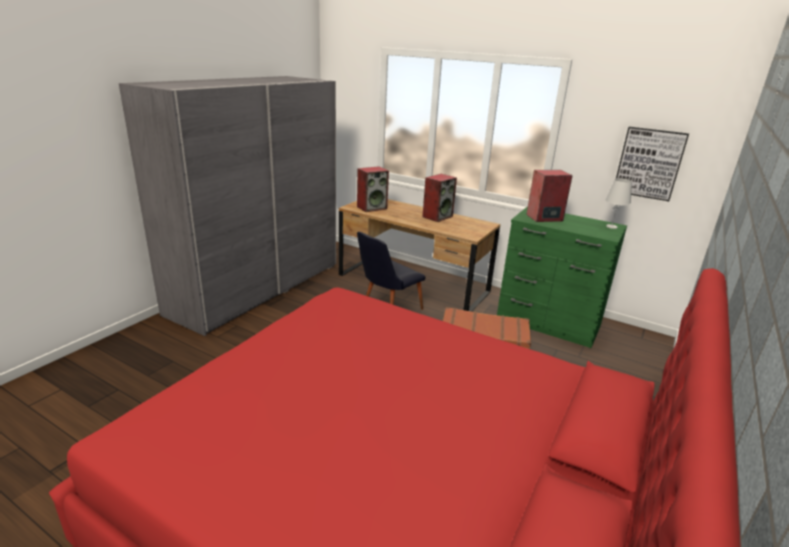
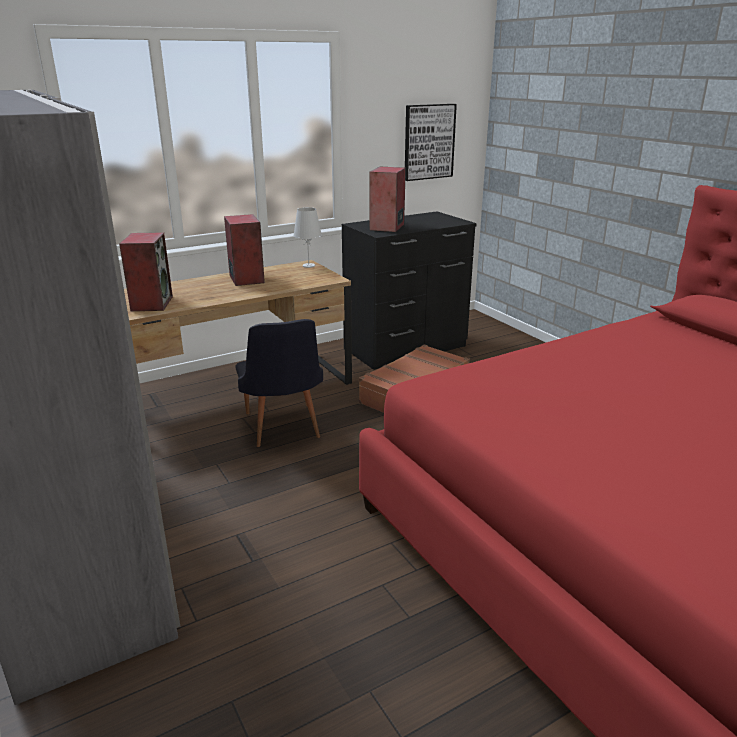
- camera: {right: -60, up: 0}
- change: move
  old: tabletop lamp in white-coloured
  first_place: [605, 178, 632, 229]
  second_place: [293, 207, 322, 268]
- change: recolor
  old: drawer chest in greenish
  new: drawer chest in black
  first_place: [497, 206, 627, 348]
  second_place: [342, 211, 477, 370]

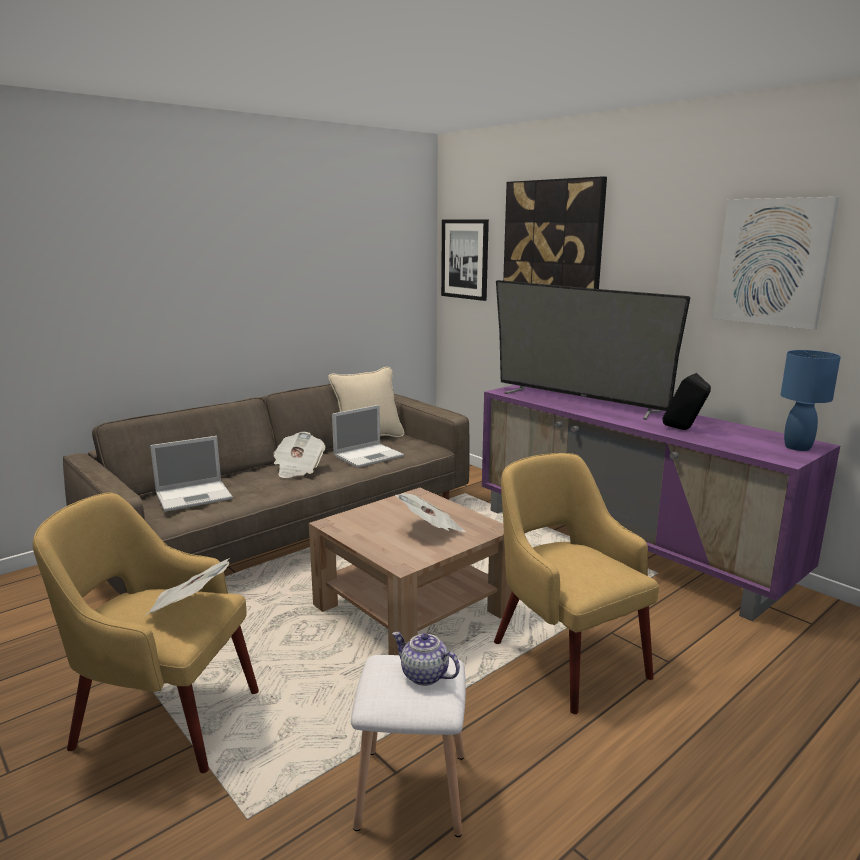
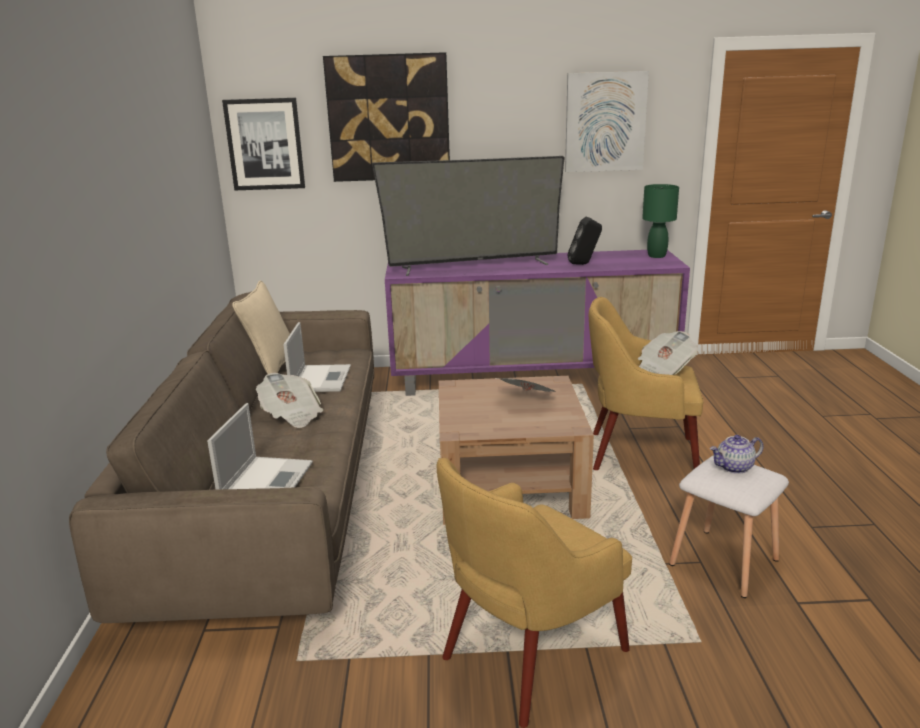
- camera: {right: -50, up: 5}
- change: move
  old: printed paper
  first_place: [145, 558, 230, 615]
  second_place: [638, 331, 698, 375]
- change: recolor
  old: tabletop lamp in bluish
  new: tabletop lamp in greenish
  first_place: [781, 350, 841, 451]
  second_place: [642, 184, 679, 258]

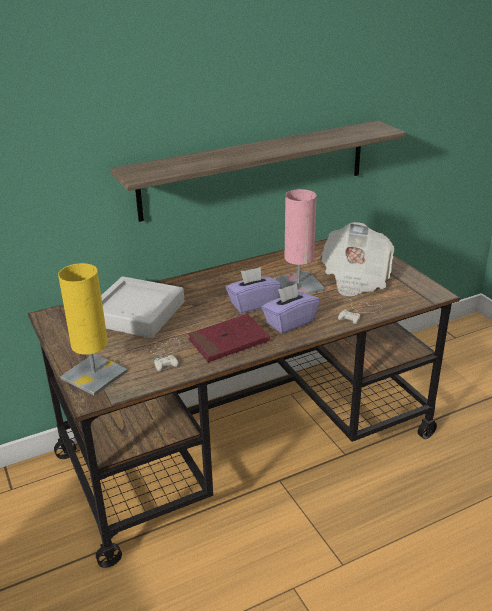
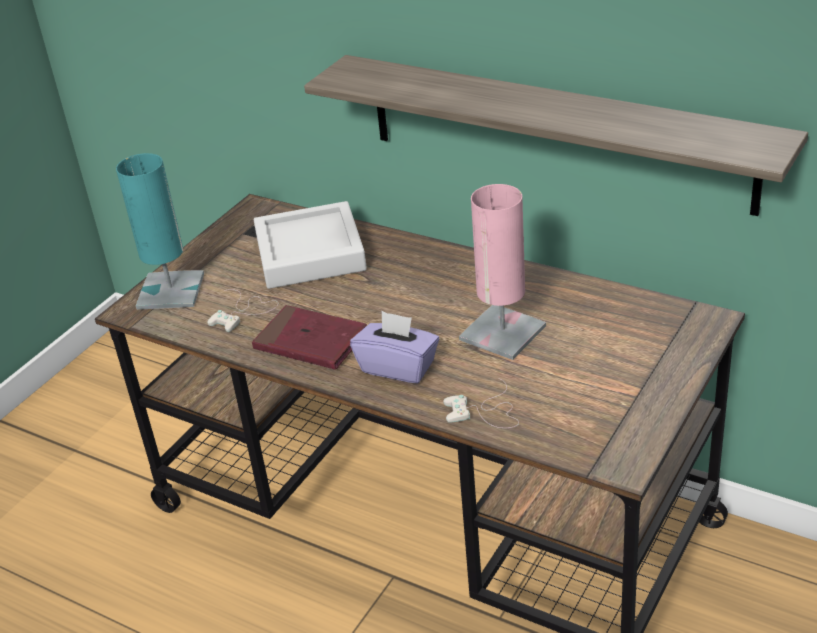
- camera: {right: 60, up: 5}
- change: delete
  old: tissue box in purple
  first_place: [226, 267, 281, 313]
- change: delete
  old: printed paper
  first_place: [320, 222, 395, 296]
- change: recolor
  old: tabletop lamp in yellow-coloured
  new: tabletop lamp in turquoise-coloured
  first_place: [58, 263, 128, 396]
  second_place: [116, 153, 204, 310]

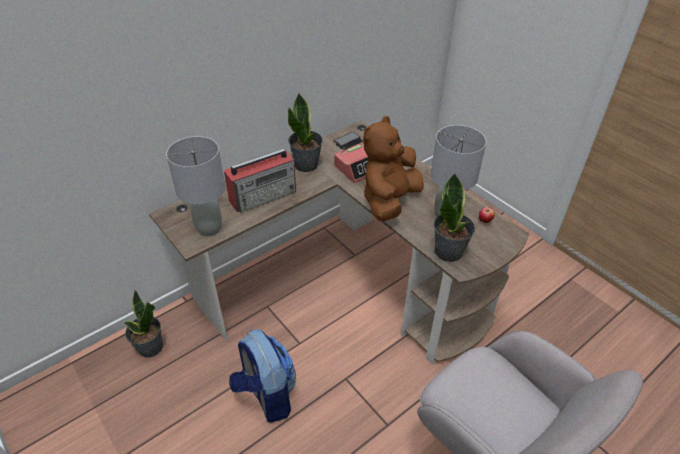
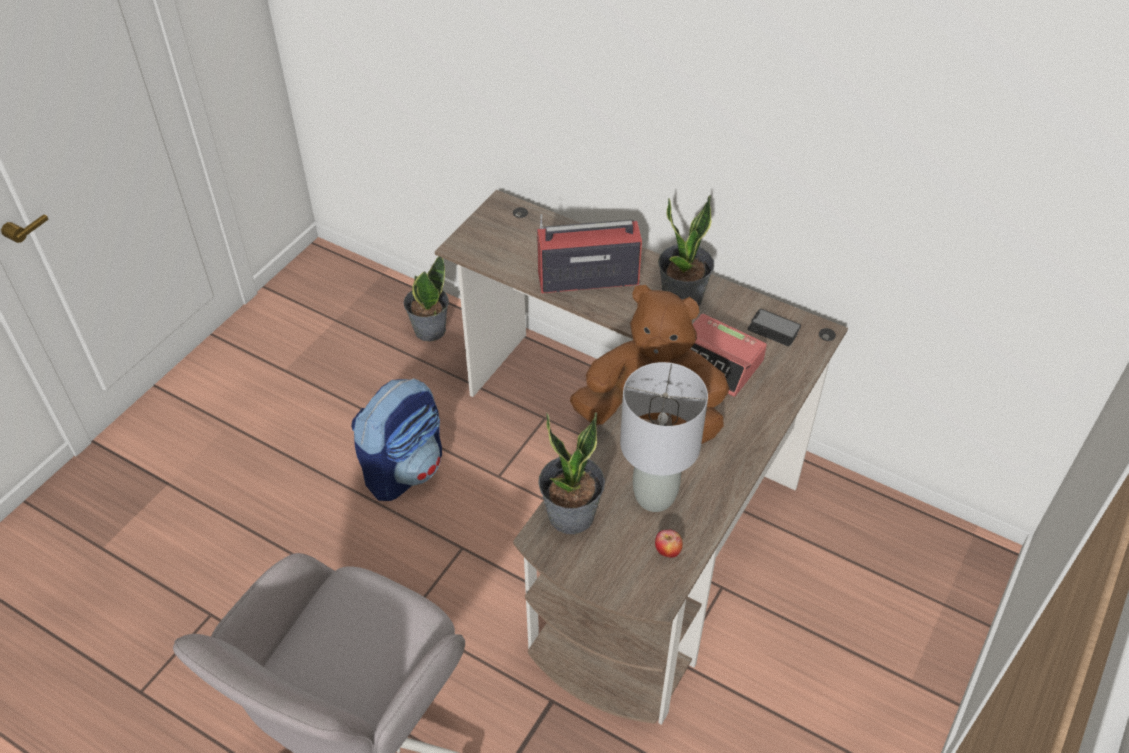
- camera: {right: 70, up: 5}
- change: delete
  old: tabletop lamp in grey
  first_place: [166, 136, 225, 236]
- change: rotate
  old: radio set
  first_place: [224, 149, 296, 213]
  second_place: [537, 214, 642, 293]
  degrees: 135

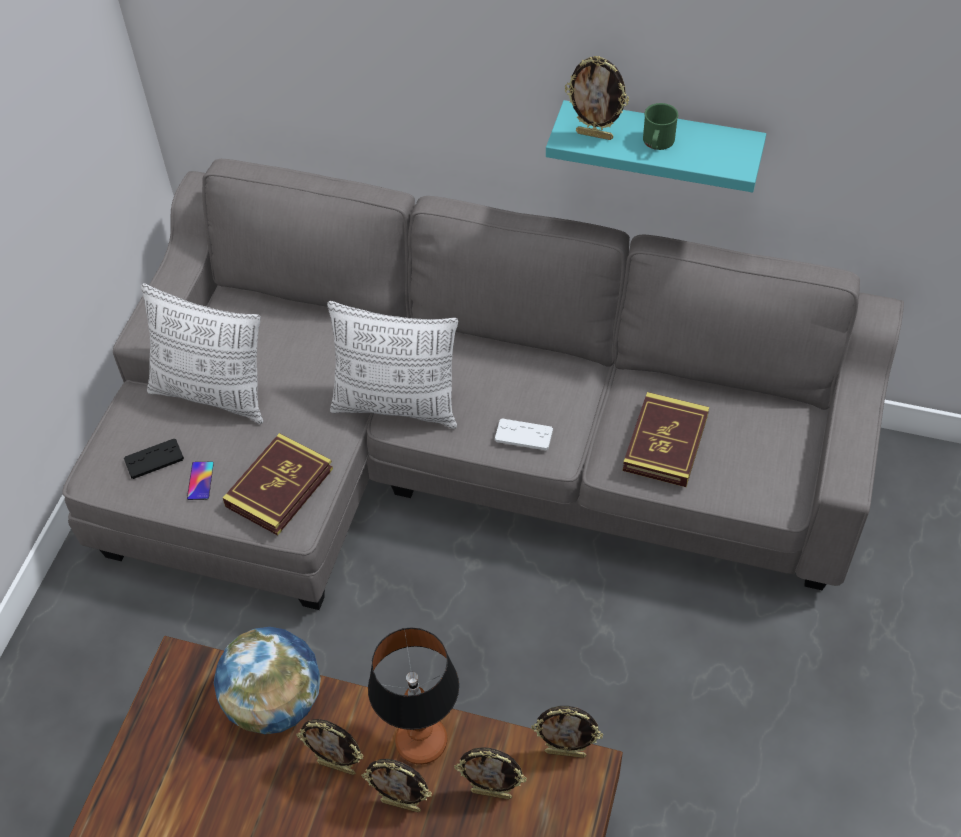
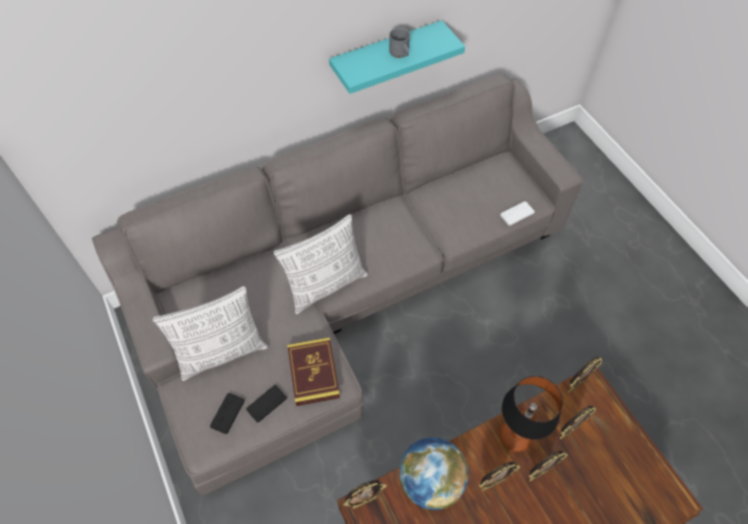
- camera: {right: -45, up: 5}
- change: delete
  old: volume
  first_place: [623, 392, 709, 487]
- change: move
  old: game controller in white-coloured
  first_place: [495, 419, 553, 451]
  second_place: [500, 201, 535, 225]
- change: move
  old: picture frame
  first_place: [565, 56, 629, 140]
  second_place: [343, 480, 386, 509]
- change: replace
  old: handset
  new: game controller in black
  first_place: [187, 462, 214, 500]
  second_place: [246, 385, 287, 423]
- change: recolor
  old: coffee mug in greenish
  new: coffee mug in grey
  first_place: [643, 103, 678, 150]
  second_place: [389, 28, 410, 58]

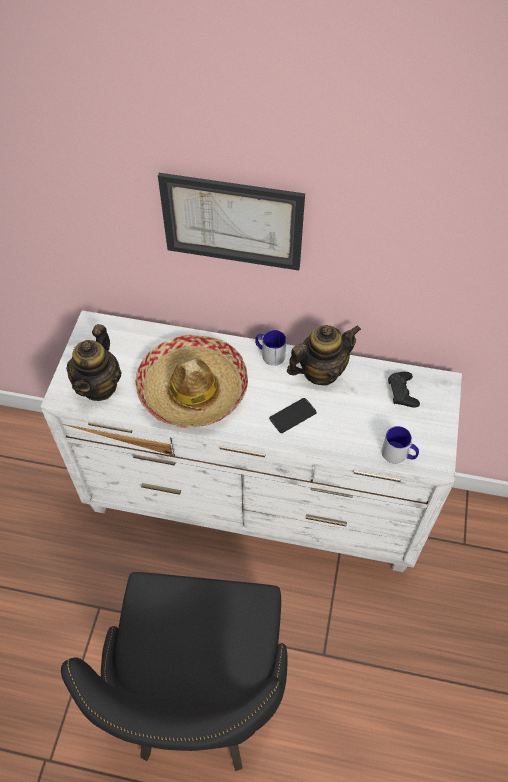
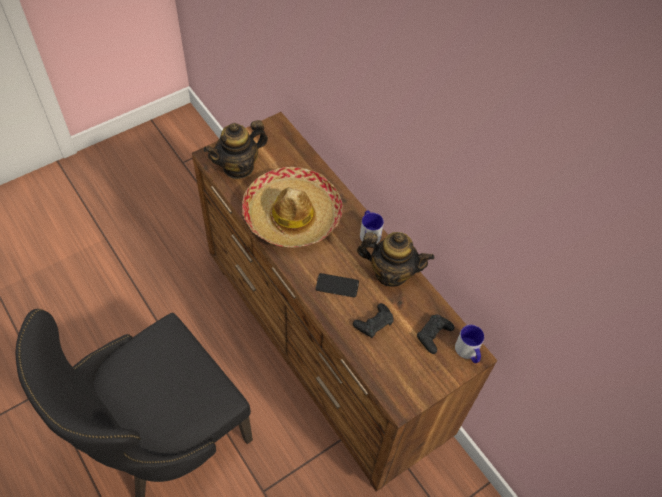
- camera: {right: 40, up: 0}
- change: delete
  old: wall art
  first_place: [158, 173, 305, 270]
- change: insert
  new: game controller in black
  second_place: [353, 303, 394, 338]
- change: move
  old: coffee mug
  first_place: [382, 426, 419, 463]
  second_place: [455, 325, 484, 363]
- change: recolor
  old: drawer chest in white-coloured
  new: drawer chest in brown-coloured
  first_place: [40, 311, 462, 572]
  second_place: [192, 112, 497, 492]

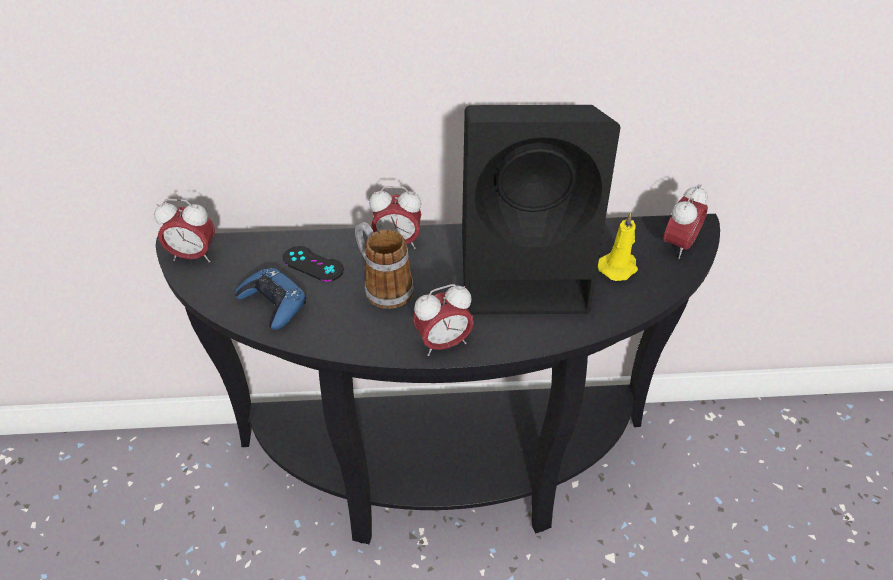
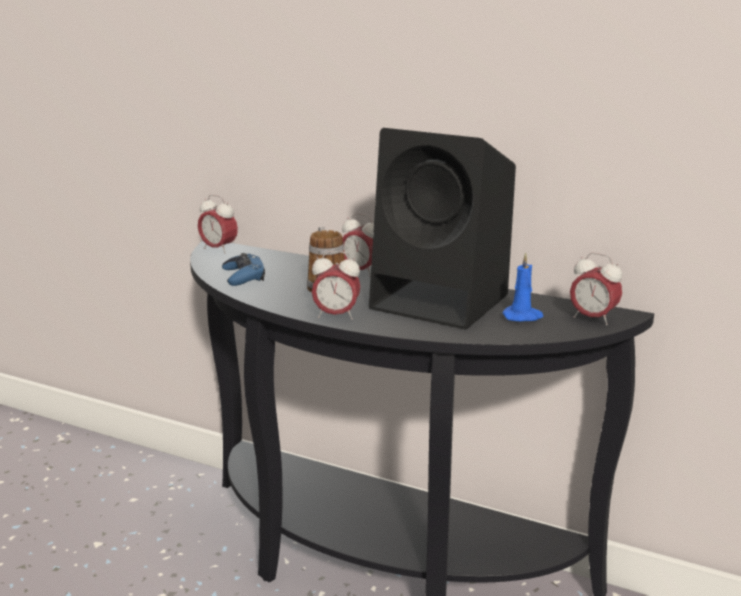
- camera: {right: 30, up: -25}
- change: delete
  old: game controller in black
  first_place: [283, 246, 344, 282]
- change: recolor
  old: wax light in yellow-coloured
  new: wax light in bluish
  first_place: [598, 213, 638, 281]
  second_place: [502, 253, 543, 322]
- change: rotate
  old: alarm clock
  first_place: [663, 184, 708, 259]
  second_place: [570, 253, 622, 325]
  degrees: 60

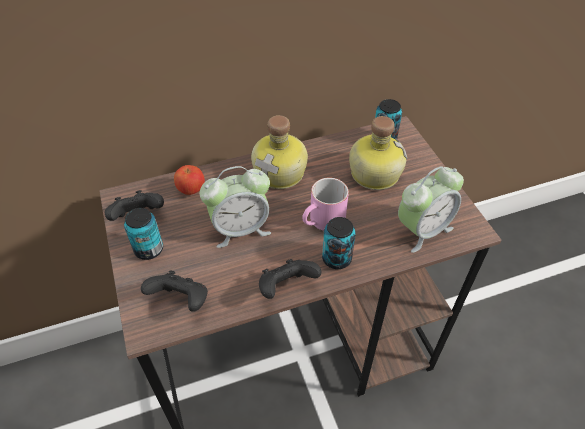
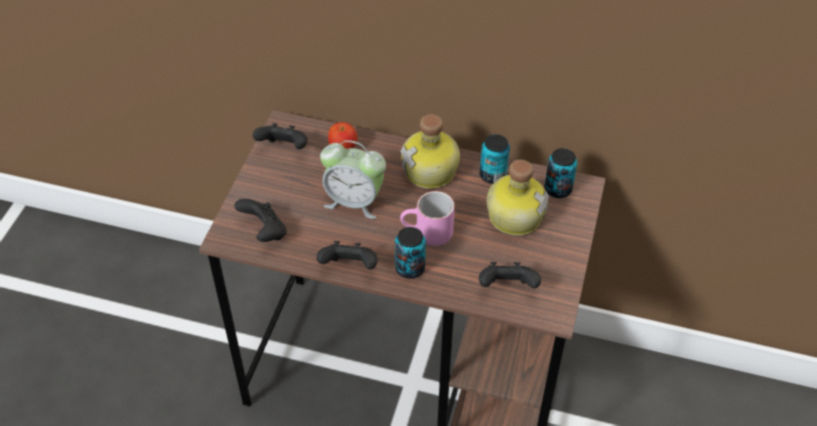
- camera: {right: 35, up: 0}
- change: move
  old: can
  first_place: [124, 208, 163, 260]
  second_place: [480, 134, 510, 184]
- change: replace
  old: alarm clock
  new: game controller in black
  first_place: [398, 166, 464, 253]
  second_place: [479, 262, 541, 288]

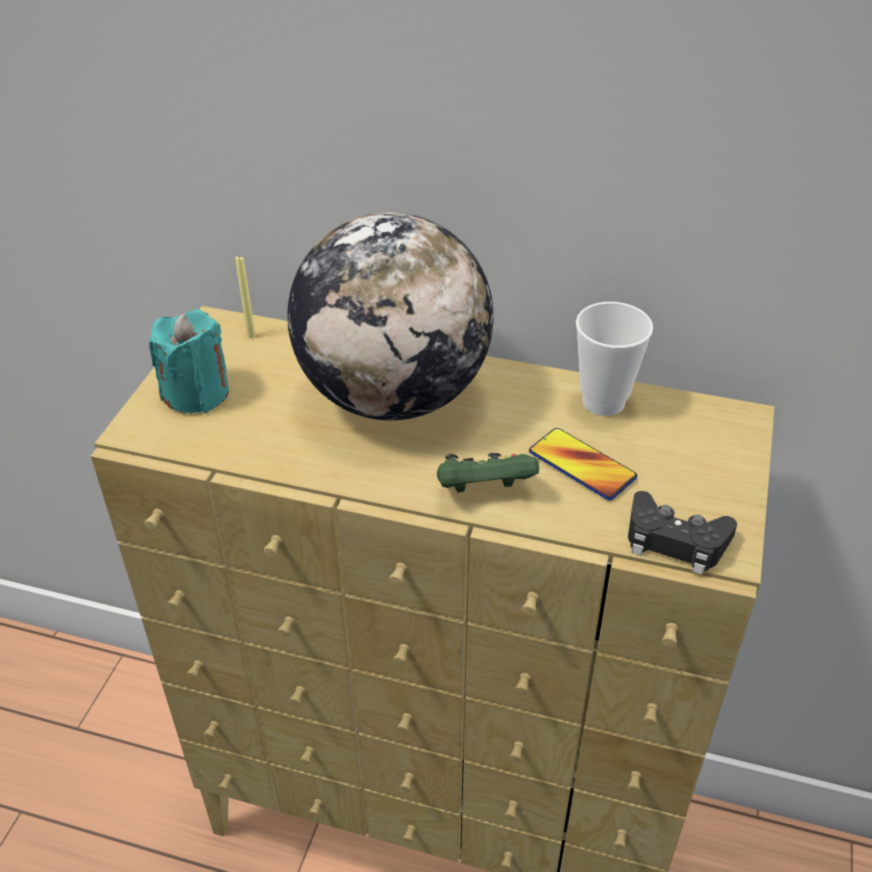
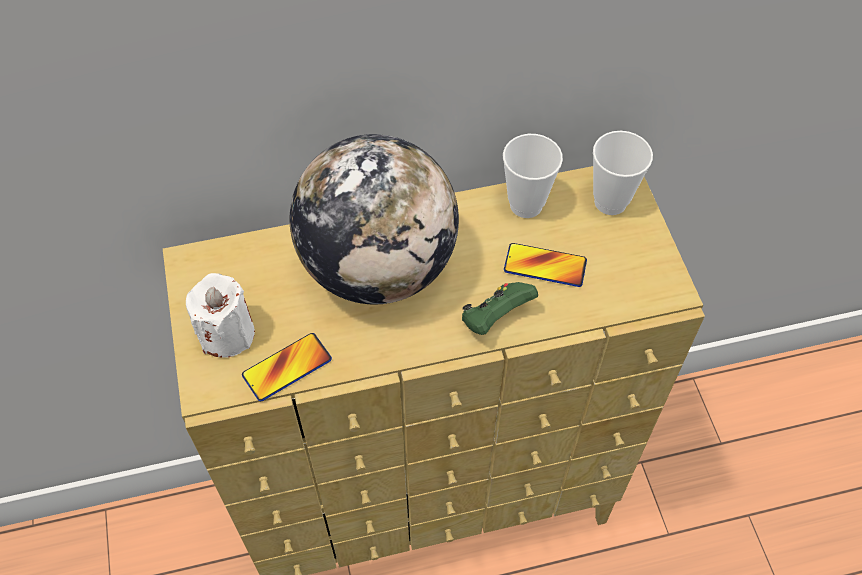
- camera: {right: -30, up: 15}
- change: delete
  old: wax light in yellow-coloured
  first_place: [235, 257, 255, 338]
- change: delete
  old: game controller in black
  first_place: [628, 491, 737, 575]
- change: insert
  new: handset
  second_place: [242, 333, 332, 401]
- change: insert
  new: drinking cup
  second_place: [593, 131, 653, 215]
- change: recolor
  old: wax light in turquoise-coloured
  new: wax light in white-coloured
  first_place: [149, 309, 229, 413]
  second_place: [186, 273, 255, 358]

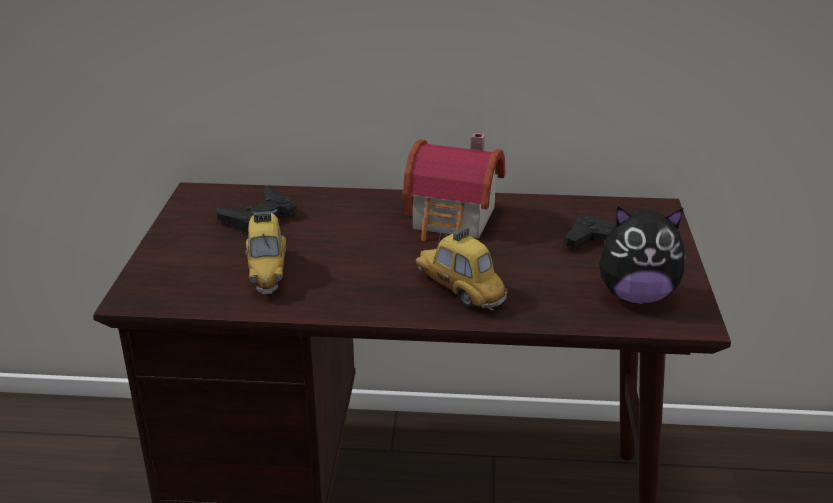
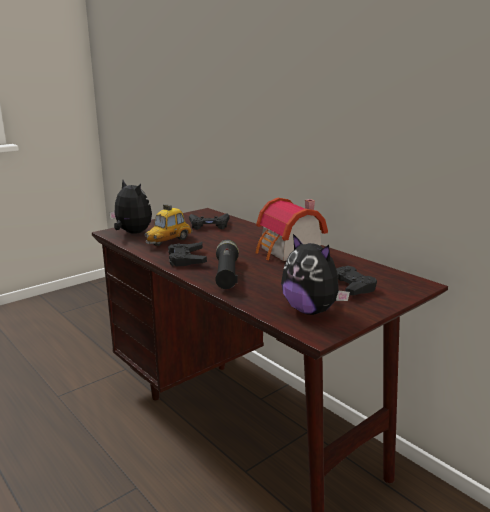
- camera: {right: 45, up: -10}
- change: insert
  new: plush toy
  second_place: [109, 180, 152, 234]
- change: insert
  new: game controller in black
  second_place: [168, 242, 207, 266]
- change: replace
  old: toy car
  new: flashlight in black
  first_place: [416, 226, 508, 311]
  second_place: [215, 240, 239, 289]

